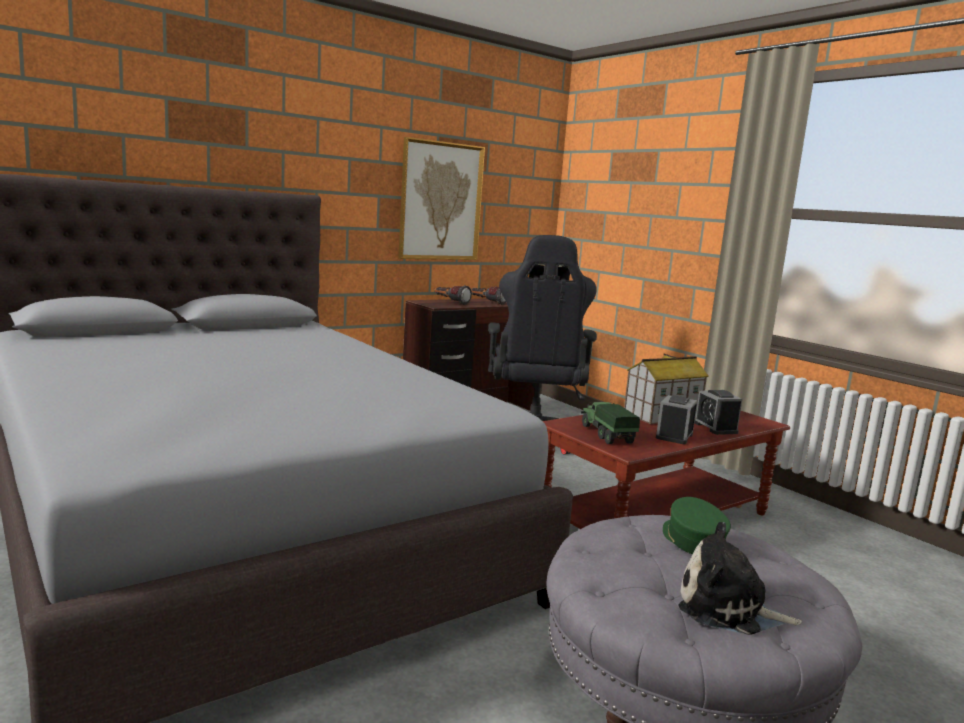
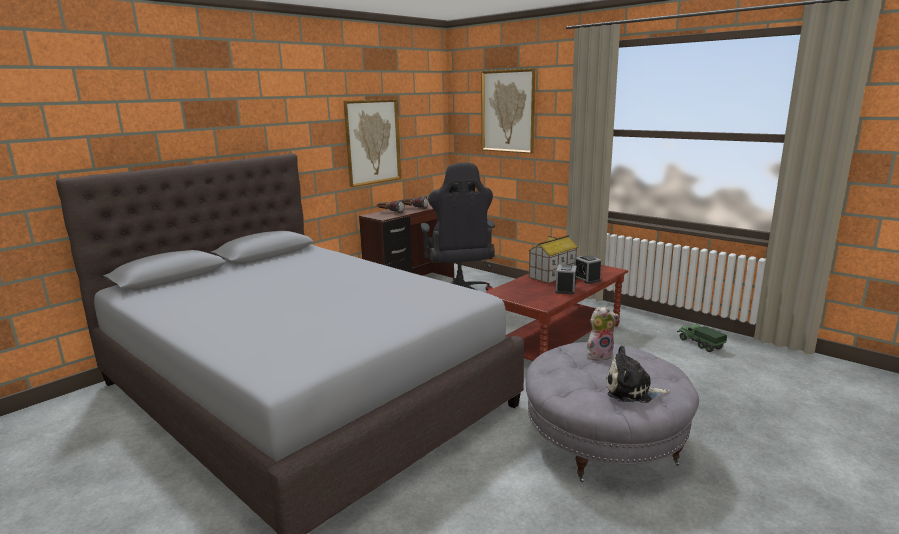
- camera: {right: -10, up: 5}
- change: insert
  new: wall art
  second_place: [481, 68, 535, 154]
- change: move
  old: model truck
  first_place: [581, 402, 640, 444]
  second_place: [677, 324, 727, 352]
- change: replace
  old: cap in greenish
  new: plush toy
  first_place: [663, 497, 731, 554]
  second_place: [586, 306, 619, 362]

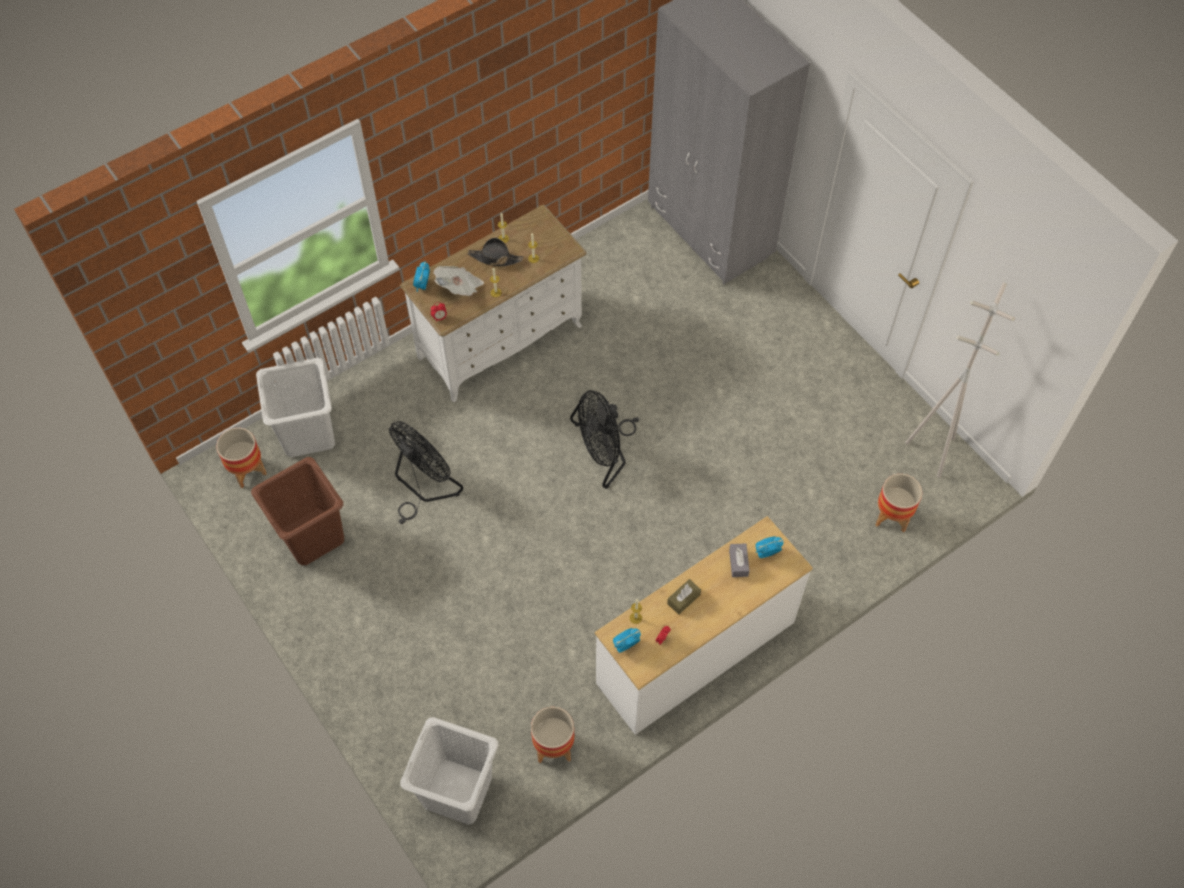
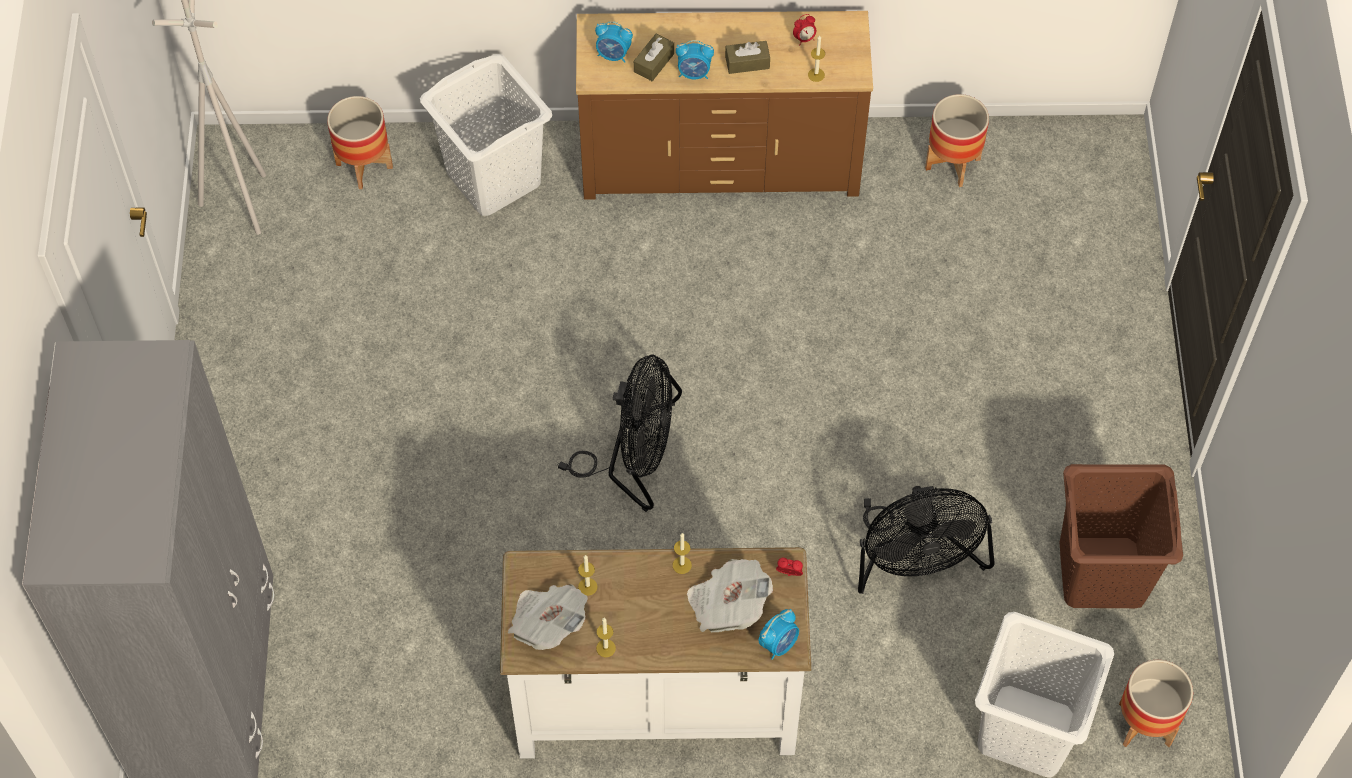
- camera: {right: -145, up: 0}
- change: delete
  old: wearable hat in black
  first_place: [468, 238, 523, 266]
- change: insert
  new: printed paper
  second_place: [508, 584, 588, 650]
- change: move
  old: washing basket in white-coloured
  first_place: [400, 717, 498, 825]
  second_place: [420, 54, 552, 216]
- change: move
  old: alarm clock
  first_place: [613, 628, 641, 653]
  second_place: [676, 40, 714, 79]
- change: recolor
  old: drawer chest in white-coloured
  new: drawer chest in brown-coloured
  first_place: [595, 516, 813, 735]
  second_place: [576, 11, 873, 200]
- change: recolor
  old: tissue box in grey
  new: tissue box in brown-coloured
  first_place: [729, 543, 750, 577]
  second_place: [634, 34, 674, 81]
- change: rotate
  old: electric fan in black
  first_place: [389, 421, 463, 524]
  second_place: [858, 486, 995, 594]
  degrees: -90

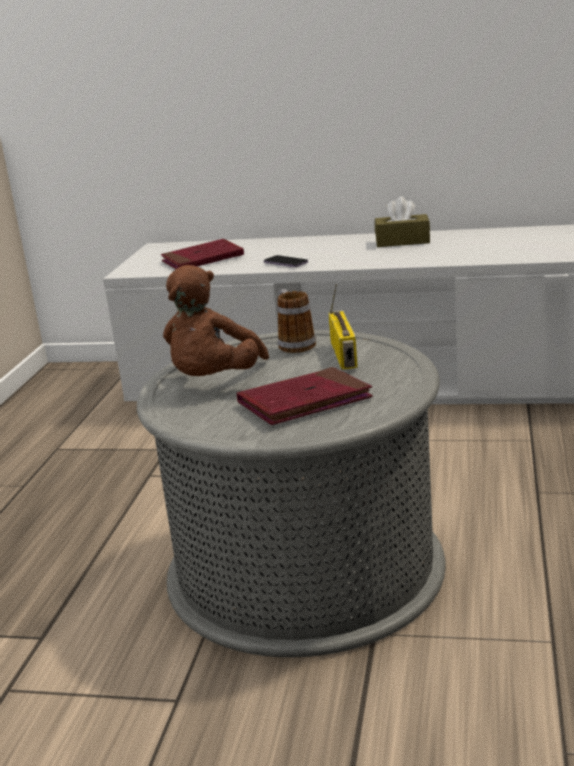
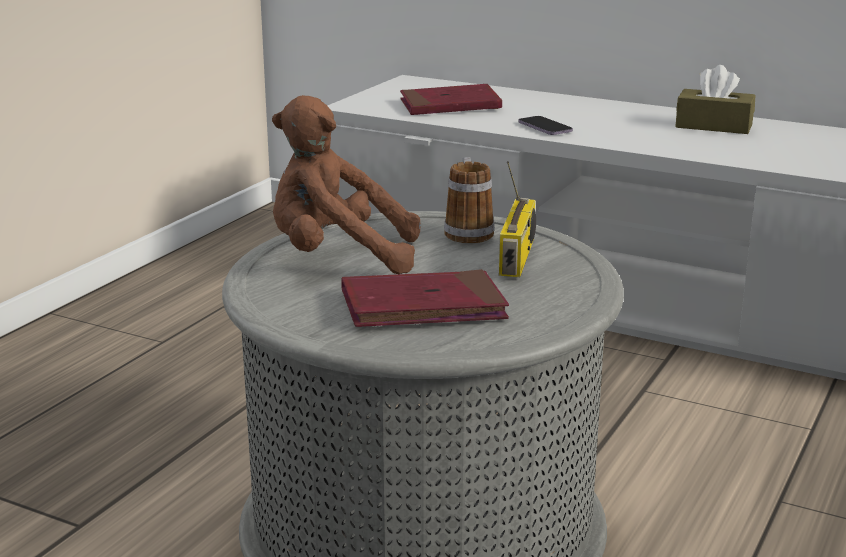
- camera: {right: 15, up: 0}
- change: rotate
  old: plush toy in brown-coloured
  first_place: [163, 265, 269, 376]
  second_place: [272, 95, 421, 274]
  degrees: 60

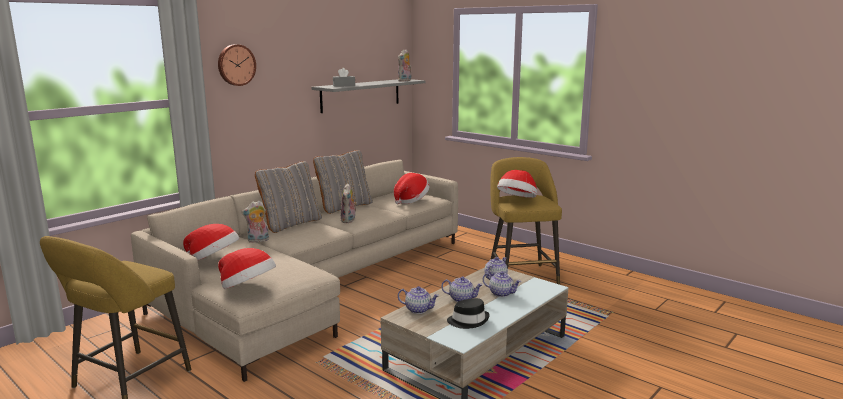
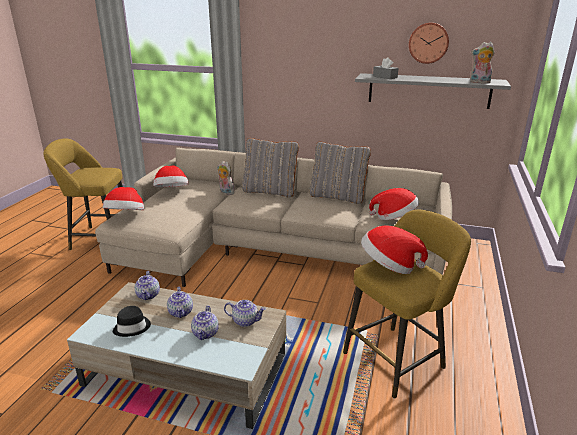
- camera: {right: 65, up: 10}
- change: delete
  old: plush toy
  first_place: [341, 184, 357, 223]
- change: move
  old: hanging clock
  first_place: [218, 44, 256, 86]
  second_place: [409, 22, 449, 64]

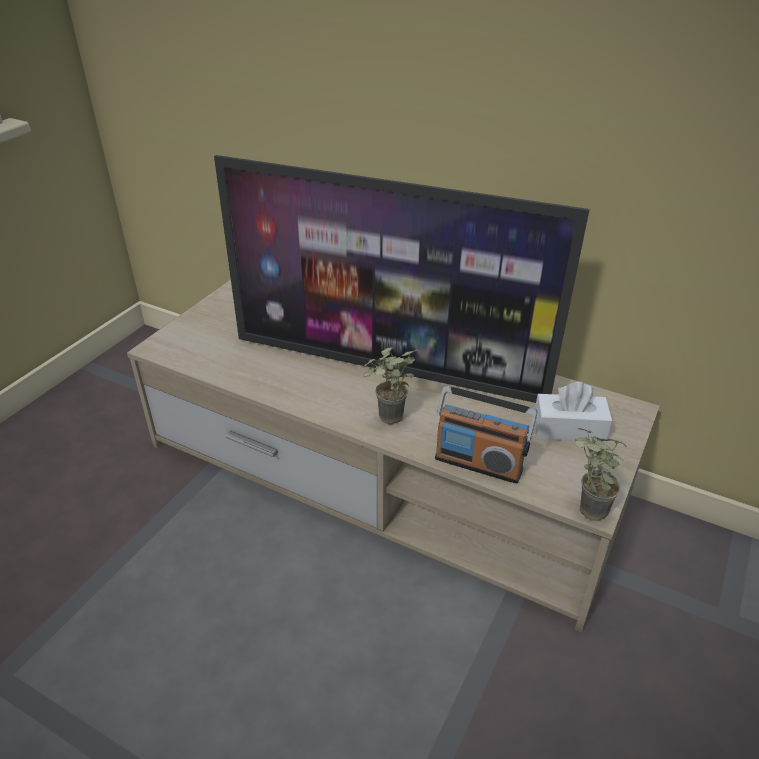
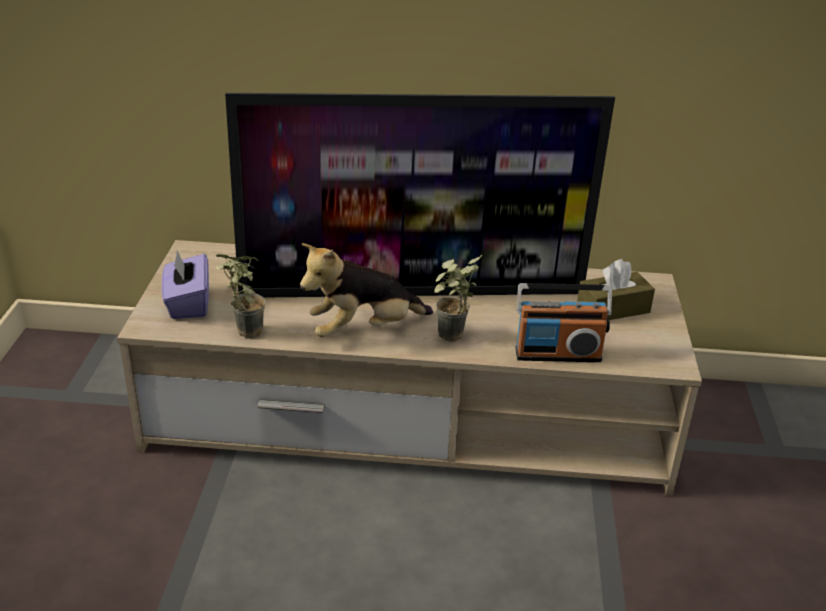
- camera: {right: -25, up: -5}
- change: insert
  new: tissue box in purple
  second_place: [161, 250, 209, 319]
- change: insert
  new: plush toy
  second_place: [300, 243, 433, 337]
- change: move
  old: houseplant
  first_place: [575, 428, 626, 521]
  second_place: [216, 254, 266, 339]
- change: recolor
  old: tissue box in white-coloured
  new: tissue box in brown-coloured
  first_place: [535, 382, 613, 443]
  second_place: [577, 259, 655, 320]

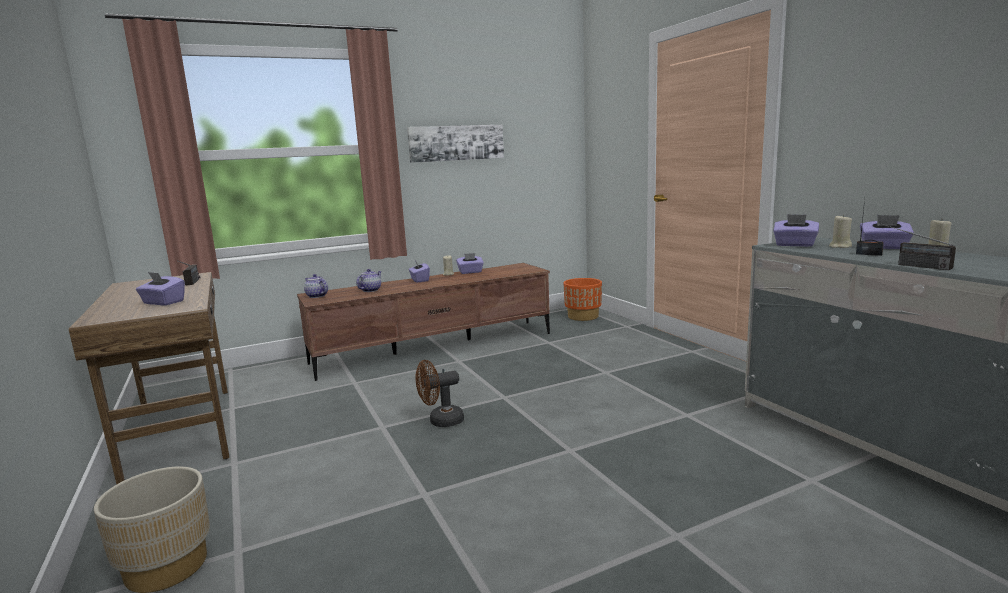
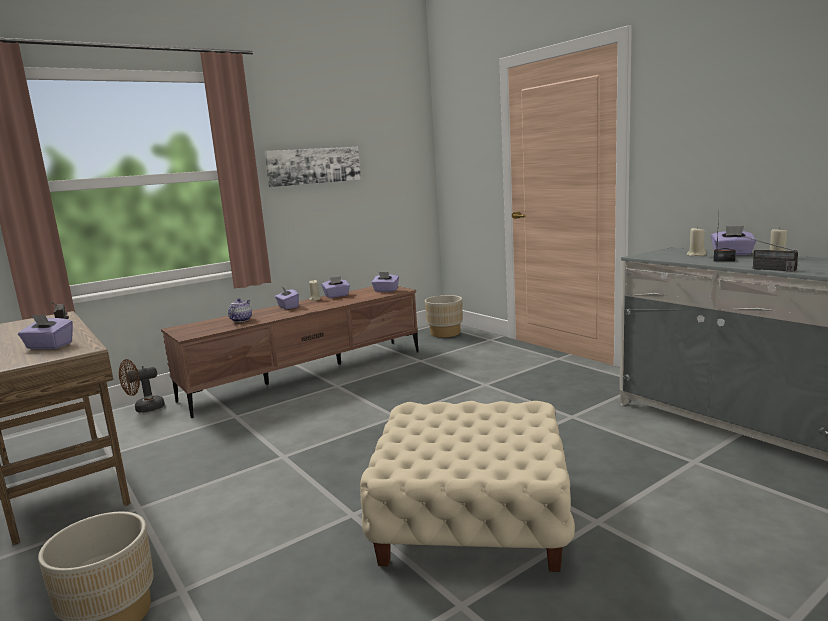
- camera: {right: -10, up: 0}
- change: delete
  old: pot for tea
  first_place: [304, 274, 328, 298]
- change: insert
  new: pouffe in sand-coloured
  second_place: [360, 401, 575, 572]
- change: move
  old: electric fan in brown-coloured
  first_place: [416, 360, 464, 427]
  second_place: [119, 359, 165, 413]
- change: move
  old: tissue box in purple
  first_place: [773, 214, 819, 247]
  second_place: [371, 272, 399, 292]
- change: recolor
  old: flower pot in orange-coloured
  new: flower pot in sand-coloured
  first_place: [564, 278, 602, 321]
  second_place: [425, 295, 463, 338]

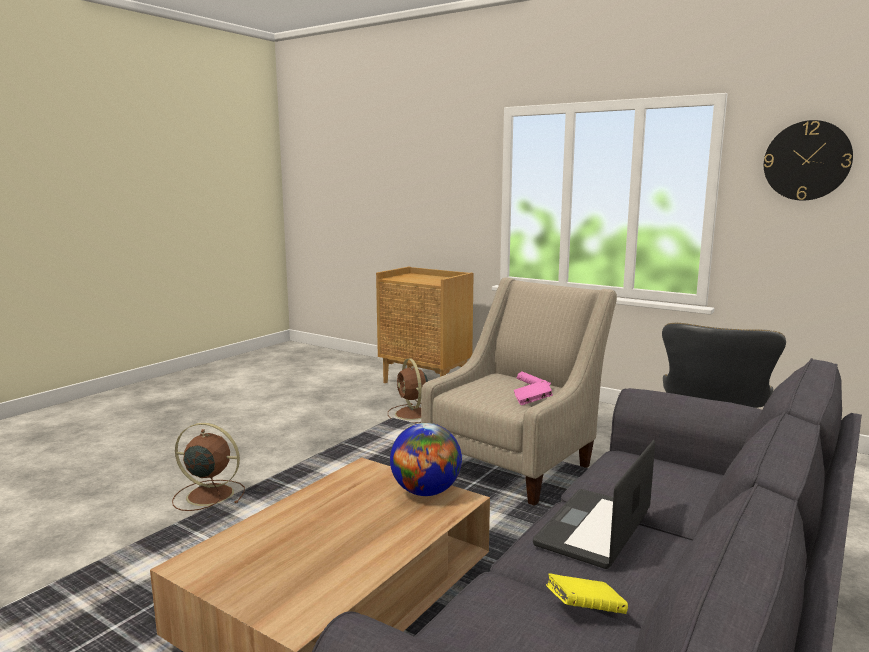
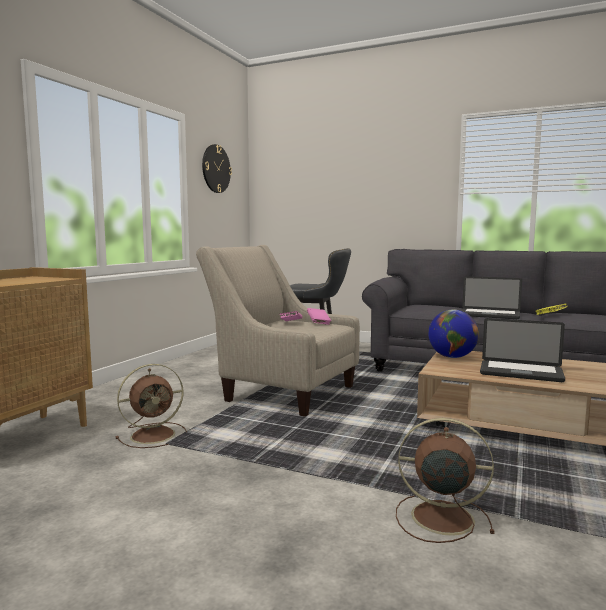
- camera: {right: -100, up: -5}
- change: insert
  new: laptop
  second_place: [480, 318, 565, 382]
- change: rotate
  old: electric fan in brown-coloured
  first_place: [172, 423, 245, 511]
  second_place: [396, 418, 495, 543]
  degrees: 105

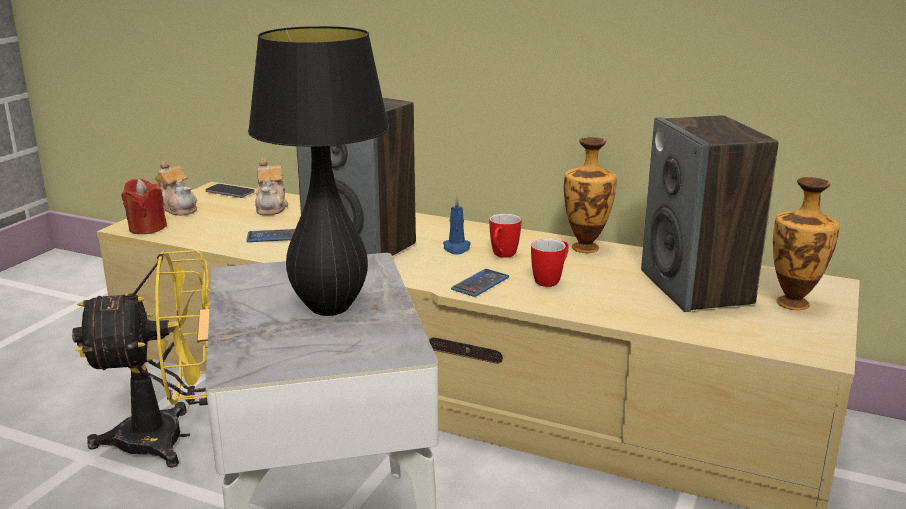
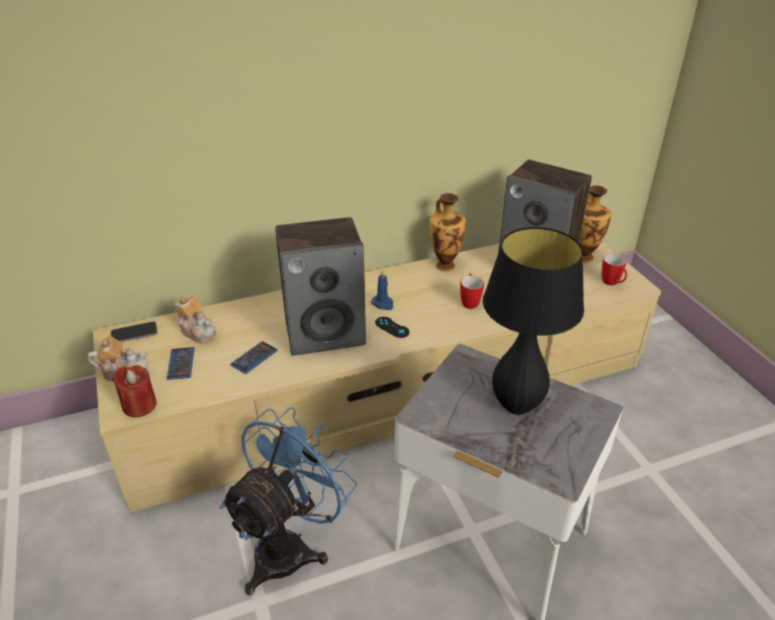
- camera: {right: -45, up: 15}
- change: insert
  new: game controller in black
  second_place: [375, 317, 410, 338]
- change: move
  old: handset
  first_place: [451, 269, 509, 297]
  second_place: [167, 347, 194, 380]
- change: move
  old: coffee mug
  first_place: [489, 214, 522, 258]
  second_place: [602, 254, 627, 285]
- change: recolor
  old: electric fan in yellow-coloured
  new: electric fan in bluish
  first_place: [72, 250, 210, 468]
  second_place: [220, 407, 357, 596]

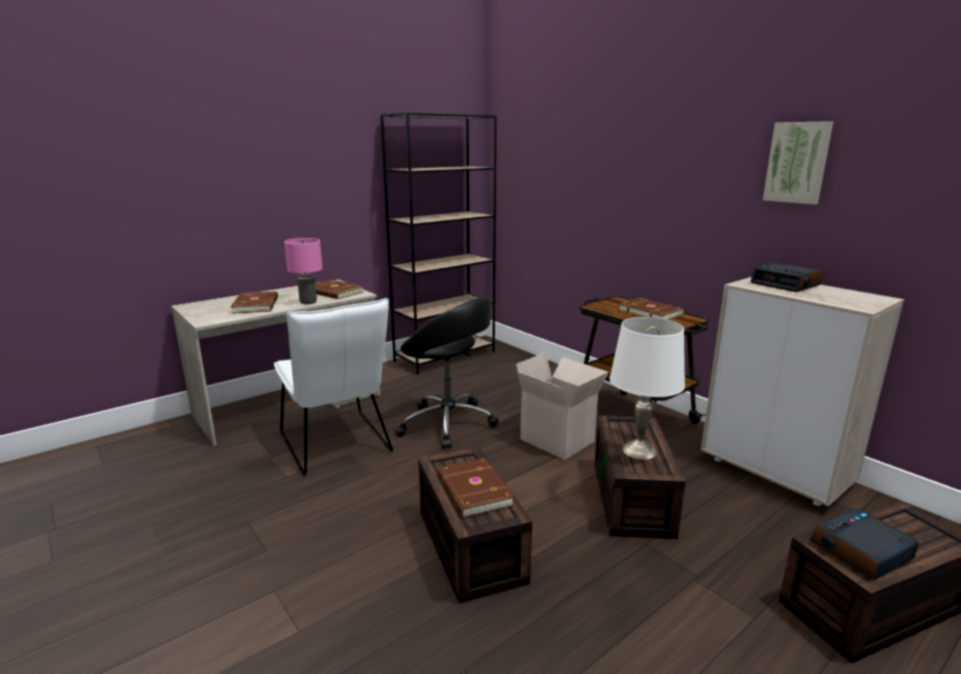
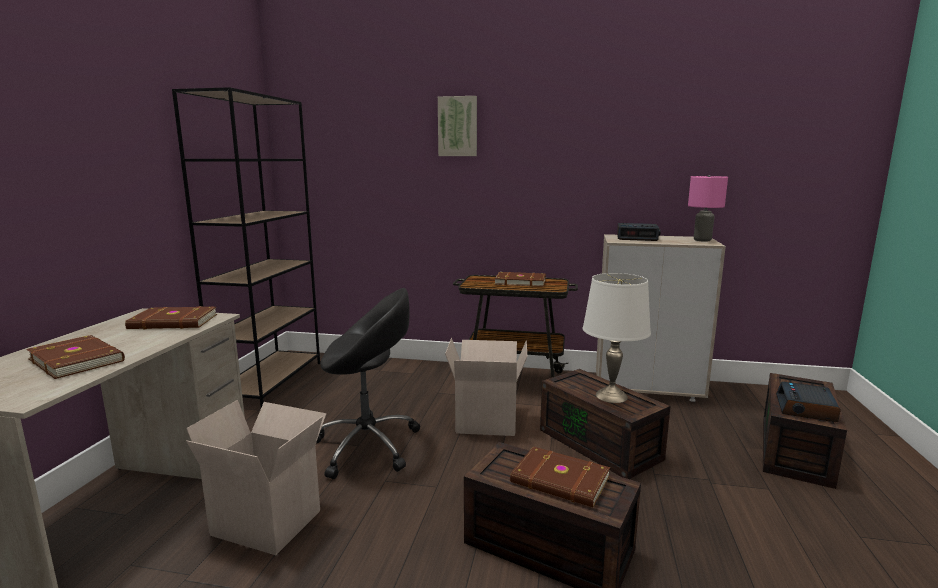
- camera: {right: -40, up: -5}
- change: move
  old: tabletop lamp in pink
  first_place: [284, 238, 323, 304]
  second_place: [688, 175, 728, 242]
- change: move
  old: wall art
  first_place: [763, 121, 833, 204]
  second_place: [438, 96, 477, 156]
- change: replace
  old: plain chair in white-coloured
  new: cardboard box
  first_place: [274, 298, 393, 476]
  second_place: [186, 400, 327, 555]

